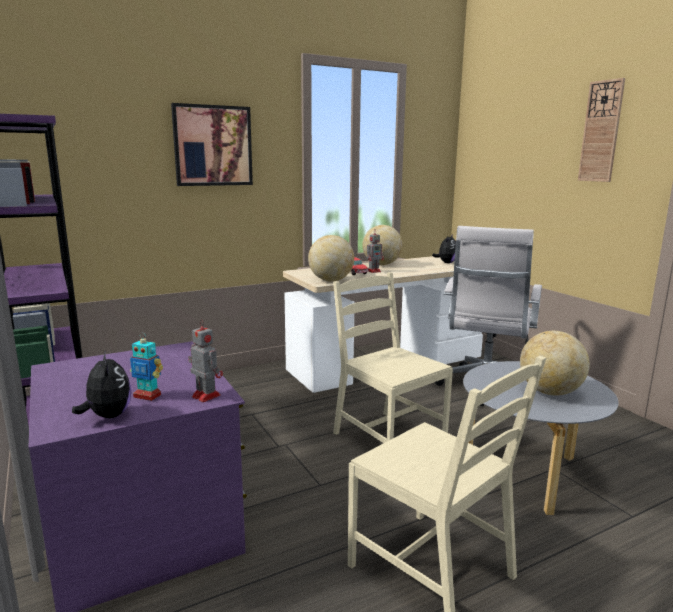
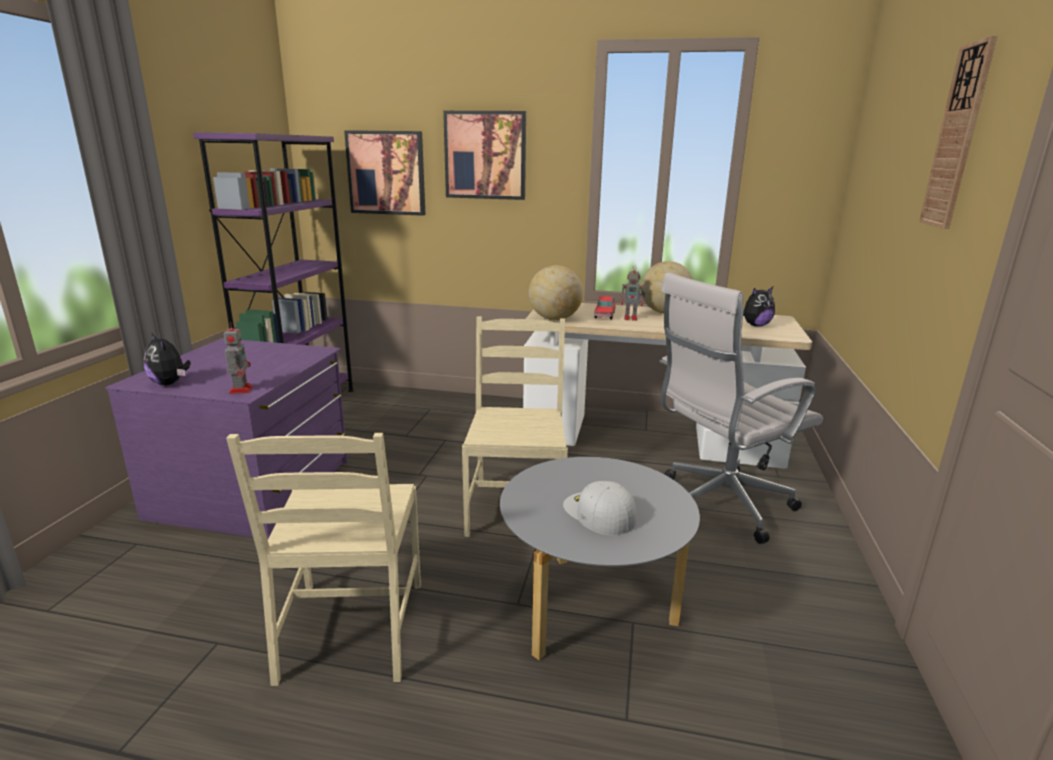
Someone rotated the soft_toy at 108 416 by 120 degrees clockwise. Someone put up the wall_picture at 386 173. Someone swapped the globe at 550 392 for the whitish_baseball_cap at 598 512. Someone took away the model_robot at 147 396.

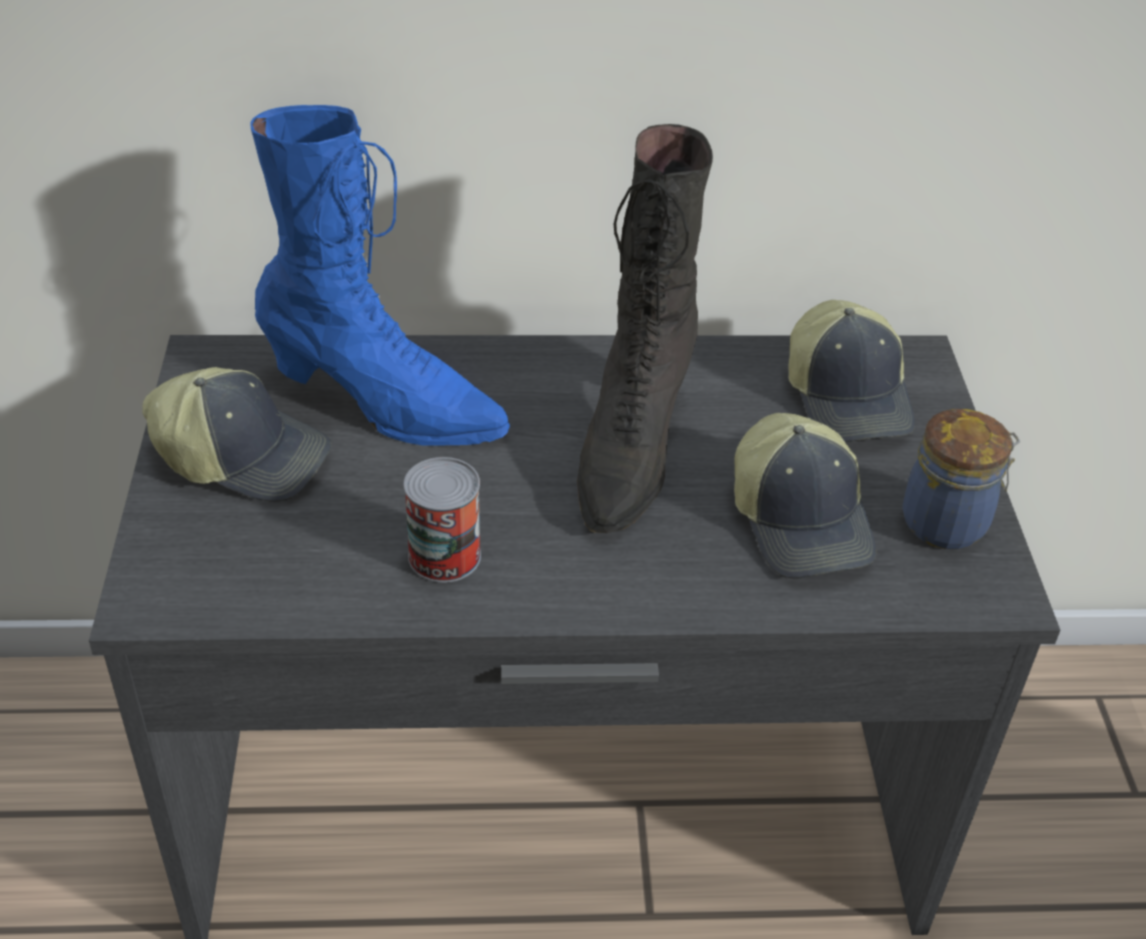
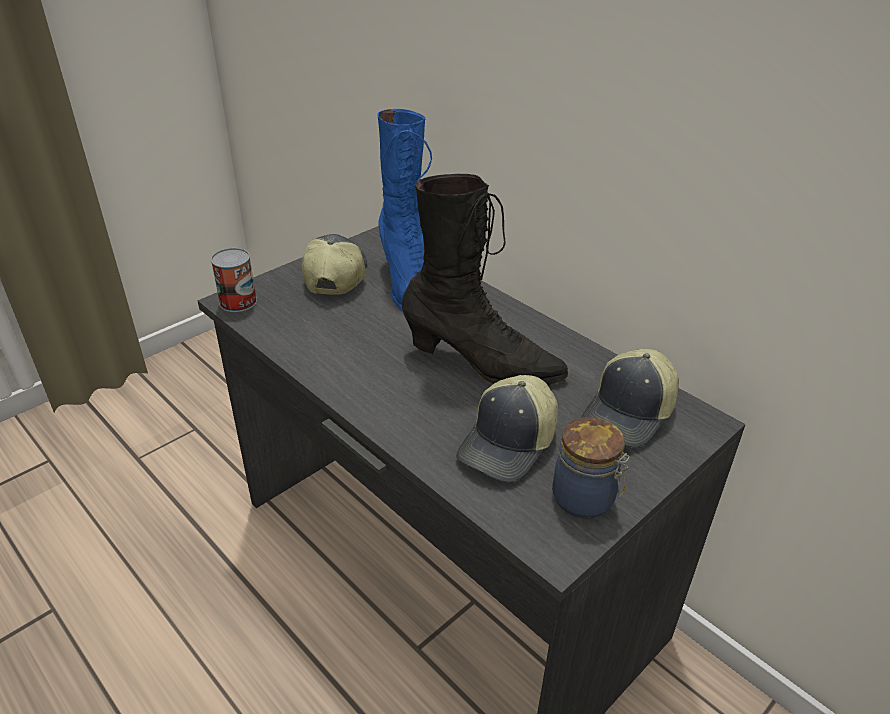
Someone carried the sealed_can from 444 556 to 238 301. Someone rotated the baseball_cap at 244 456 by 150 degrees counterclockwise. Someone rotated the black-coloured_boot at 631 448 by 135 degrees counterclockwise.

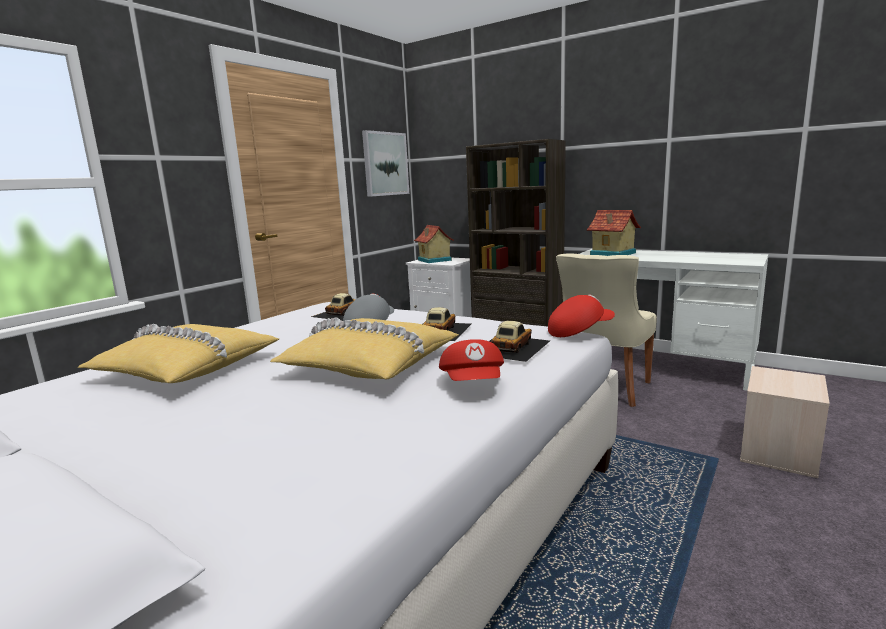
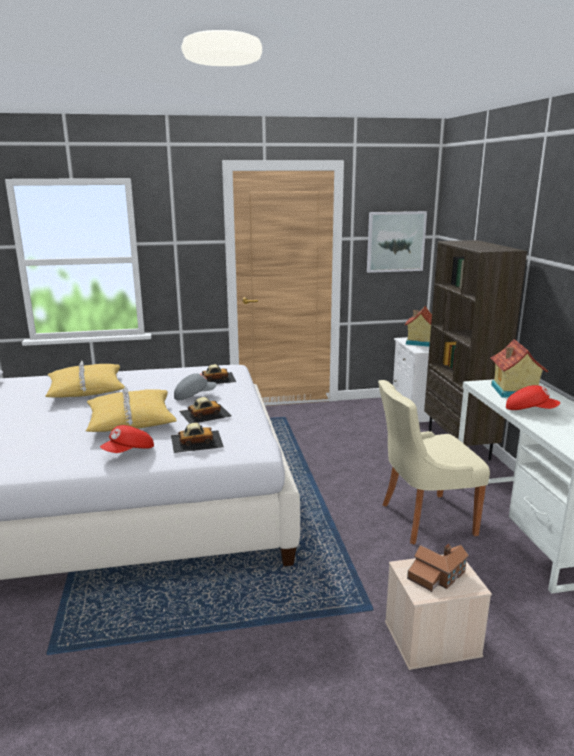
Someone put down the miniature_house at 436 575. Someone carried the red_baseball_cap from 579 331 to 530 410.

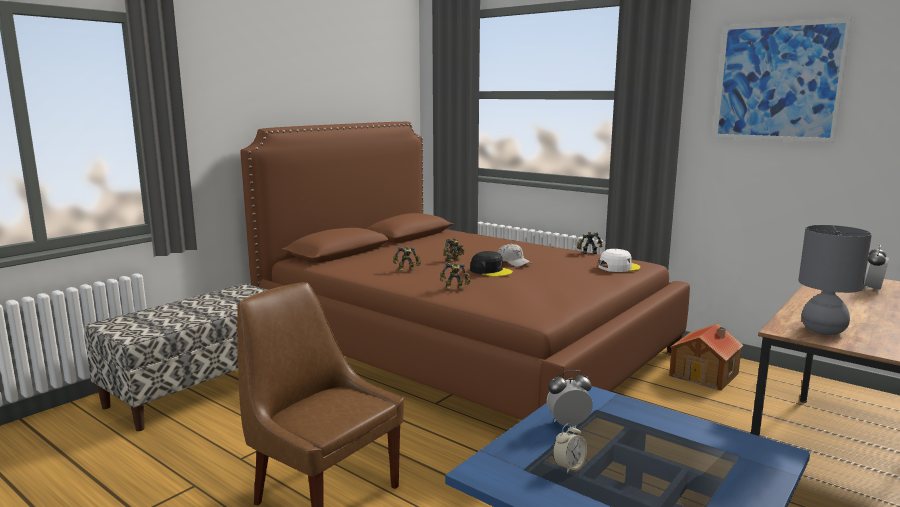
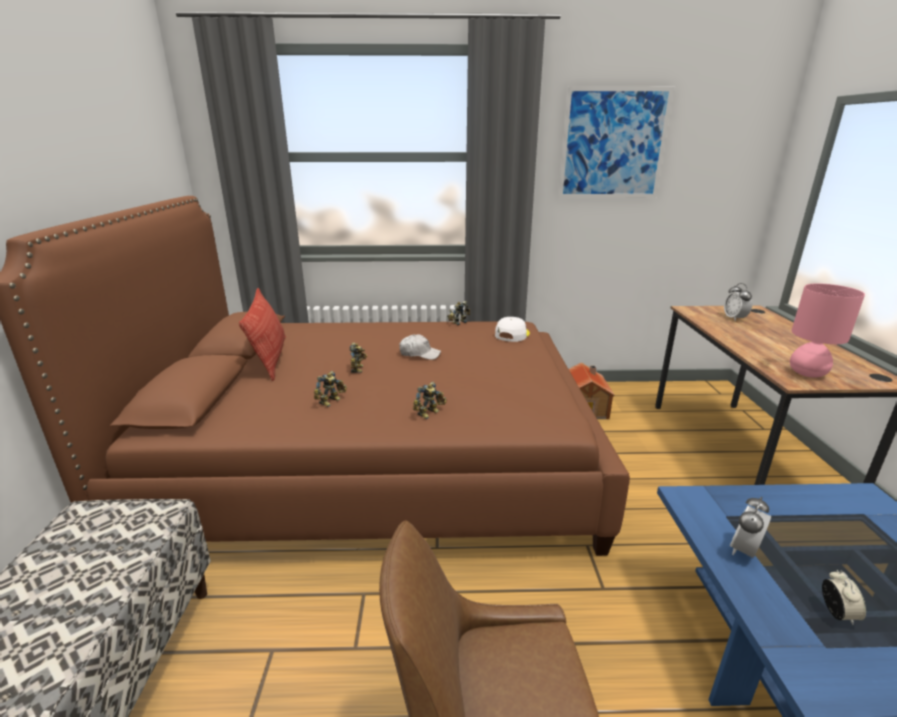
Someone put down the throw_pillow at 270 357. Someone repainted the greyish_tabletop_lamp at 822 330, which became the pink_tabletop_lamp at 806 373. Someone took away the black-coloured_baseball_cap at 490 271.

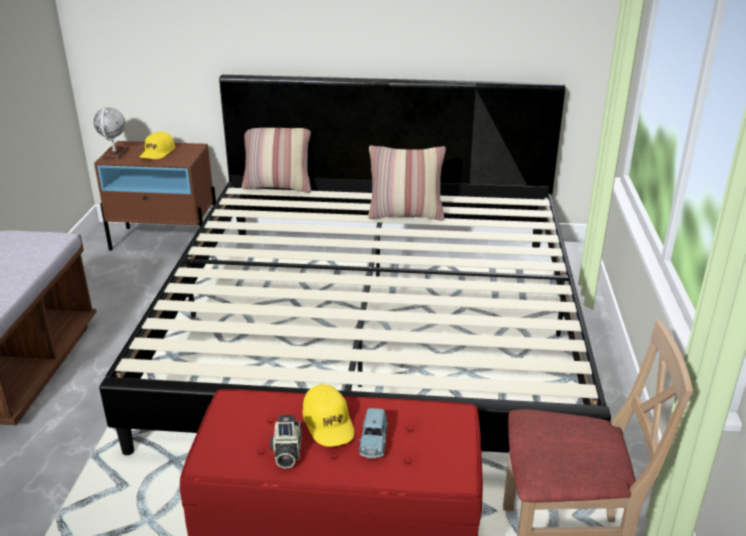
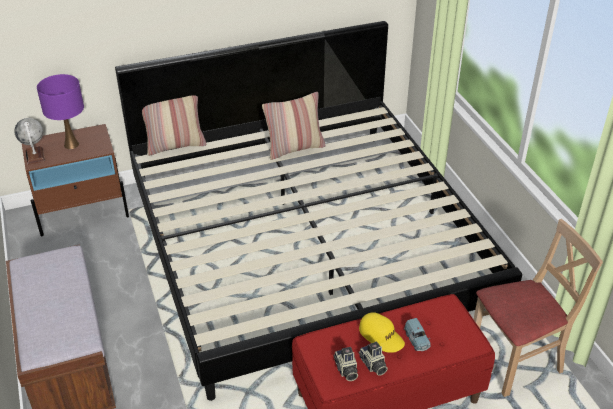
Someone swapped the yellow-coloured_baseball_cap at 157 152 for the purple_tabletop_lamp at 71 144. Someone put down the photo_camera at 346 370.

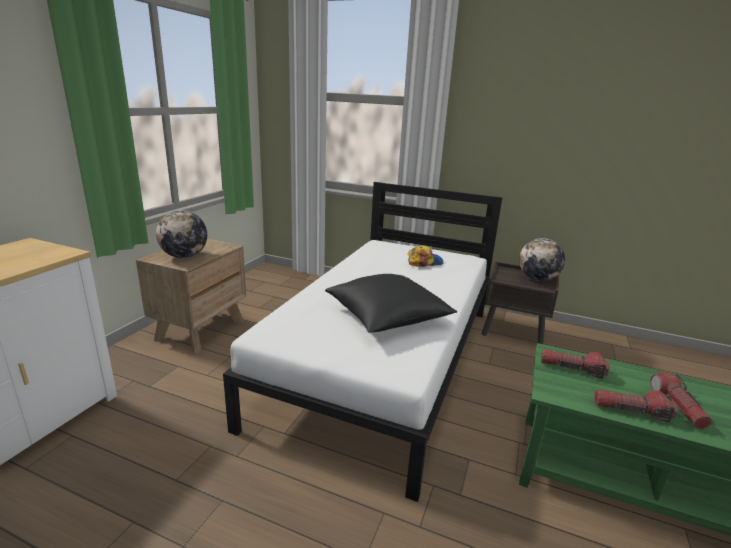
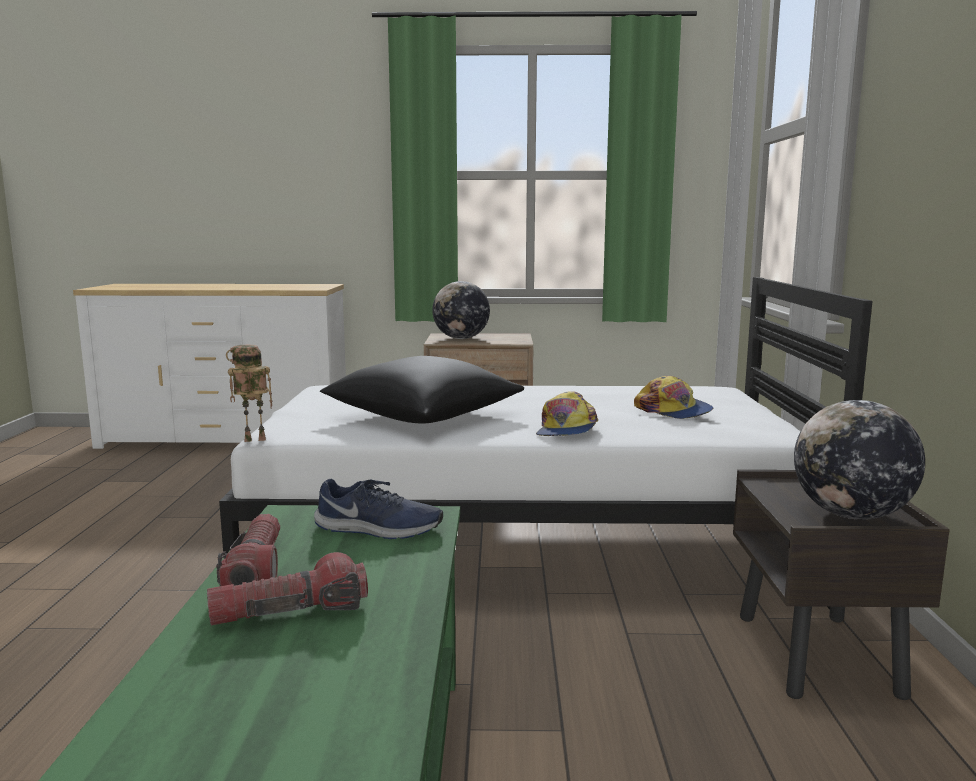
Someone put down the model_robot at 253 441. Someone swapped the hand_torch at 572 369 for the blue-coloured_item_of_footwear at 378 529. Someone put down the baseball_cap at 566 429.

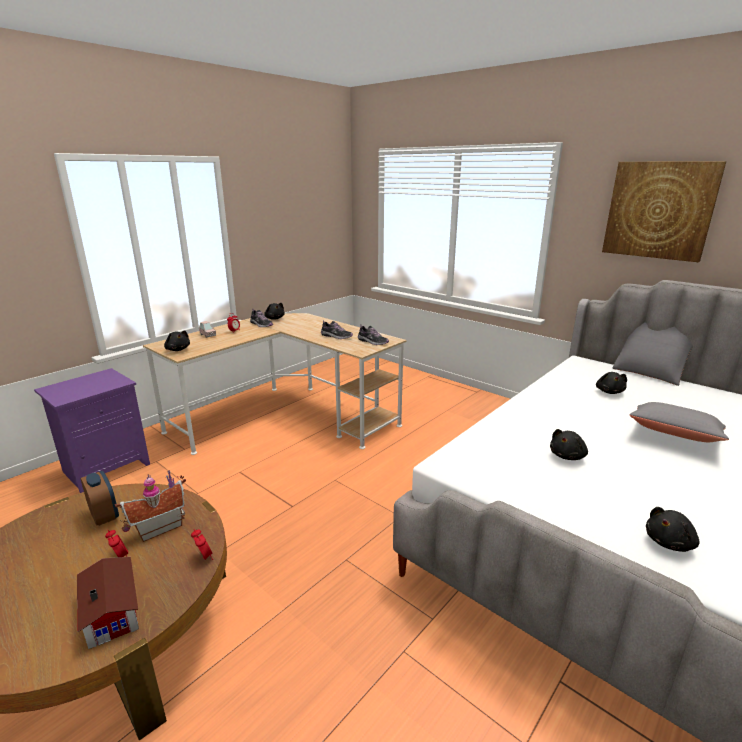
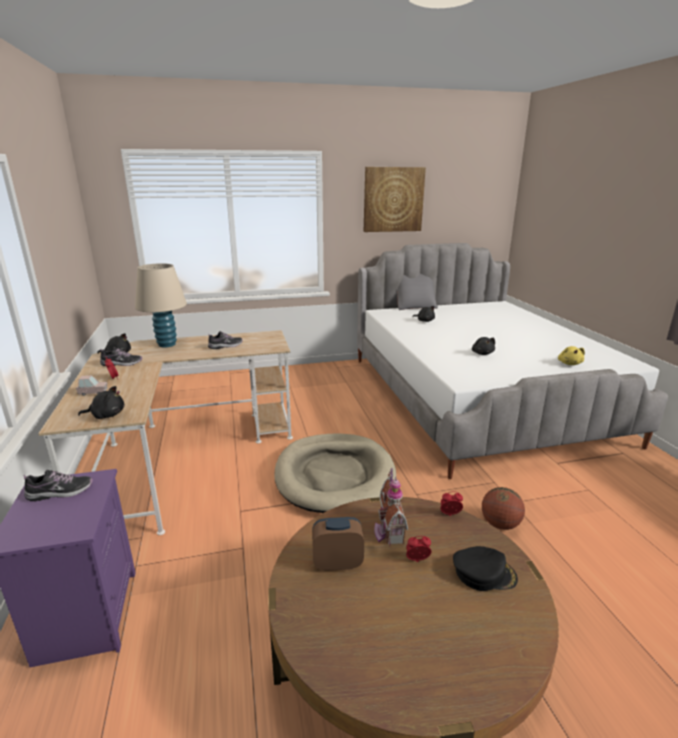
Someone carried the item_of_footwear from 372 342 to 60 492. Someone put down the beige_tabletop_lamp at 167 344. Someone put down the beige_dog_cushion at 335 476. Someone swapped the miniature_house at 113 608 for the black-coloured_baseball_cap at 484 573. Someone put down the basketball at 500 524. Someone repainted the black-coloured_soft_toy at 670 542, which became the yellow-coloured_soft_toy at 569 363. Someone took away the greyish_throw_pillow at 674 435.

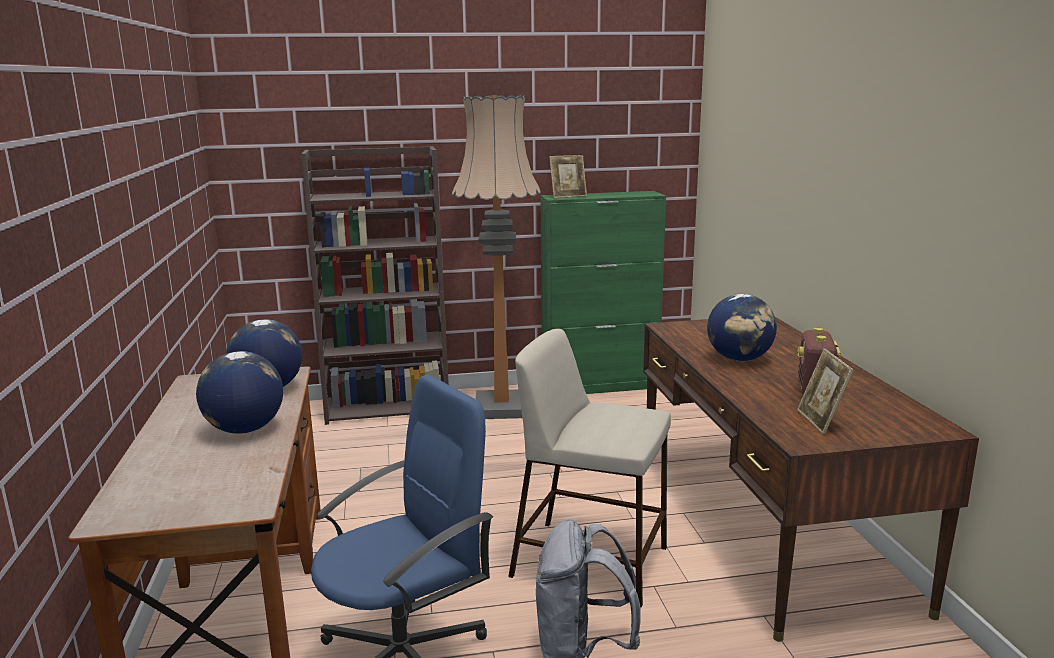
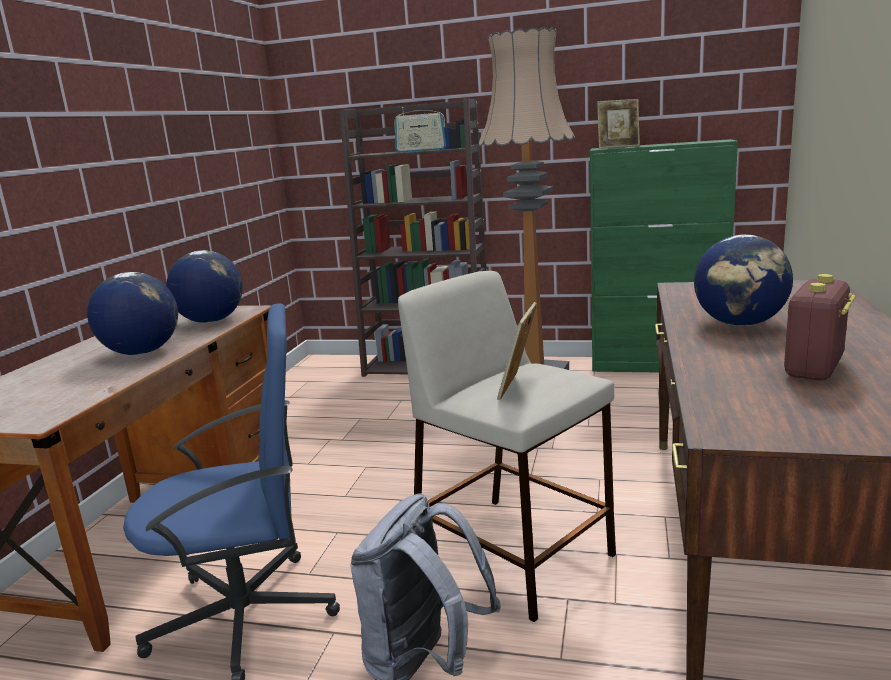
Someone put down the radio at 421 150. Someone carried the photo_frame from 820 422 to 518 387.

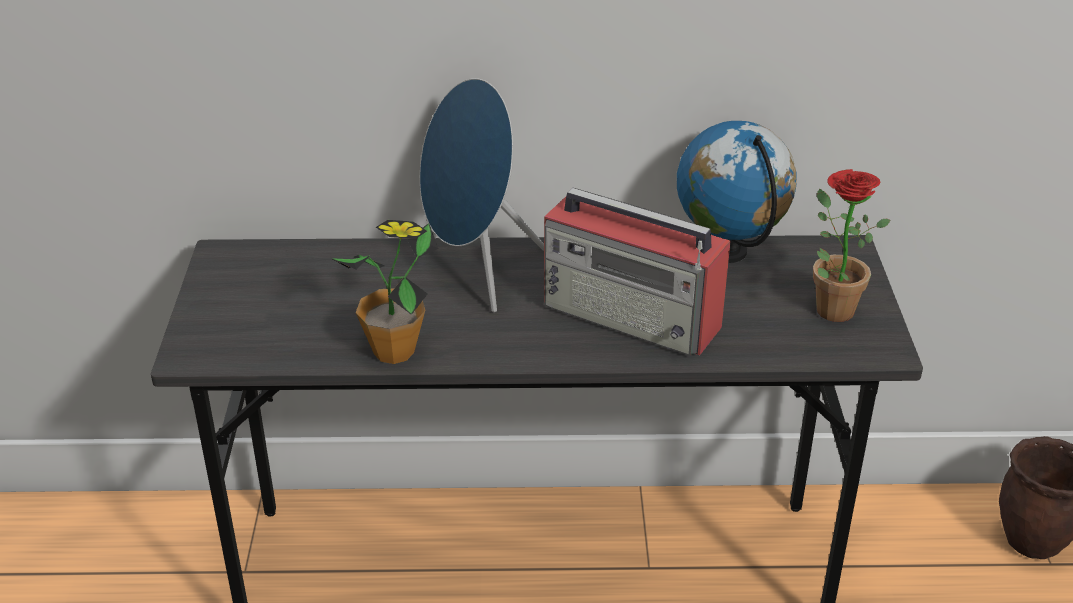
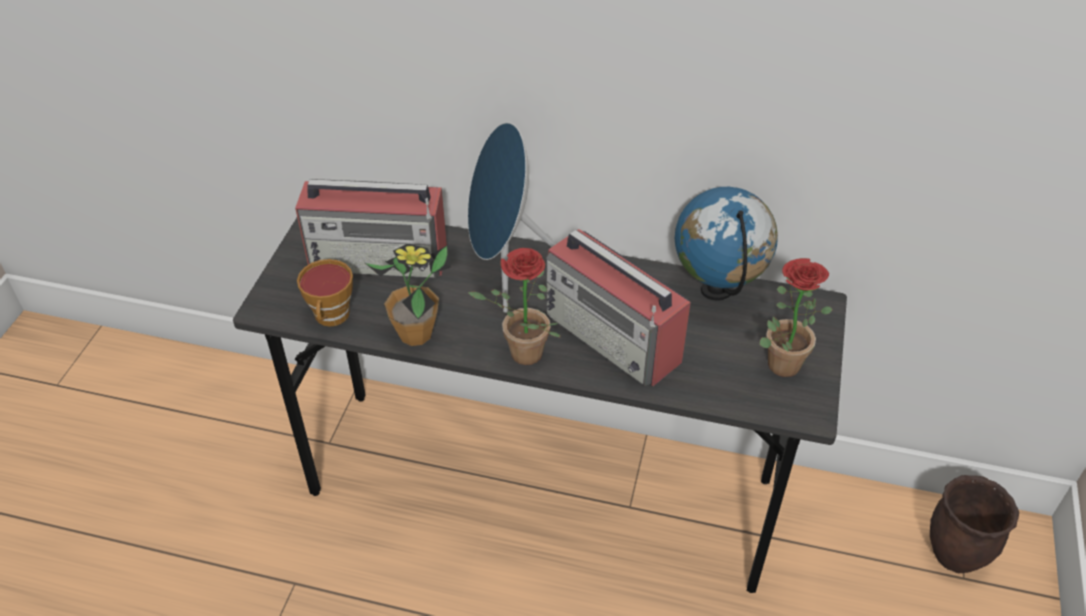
Someone put down the radio at 380 259. Someone put down the drinking_cup at 331 317. Someone put down the houseplant at 519 355.

